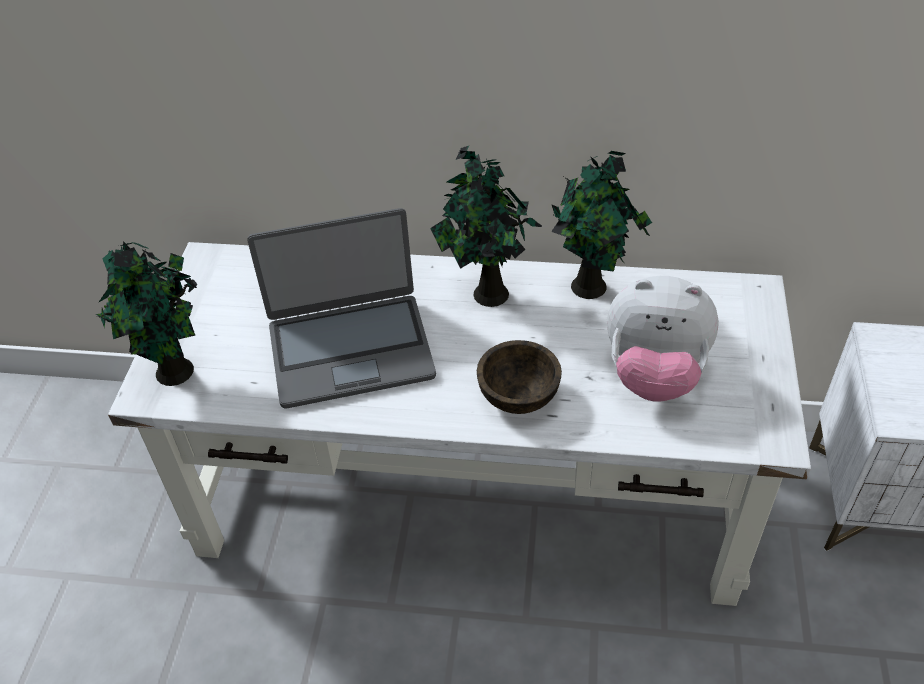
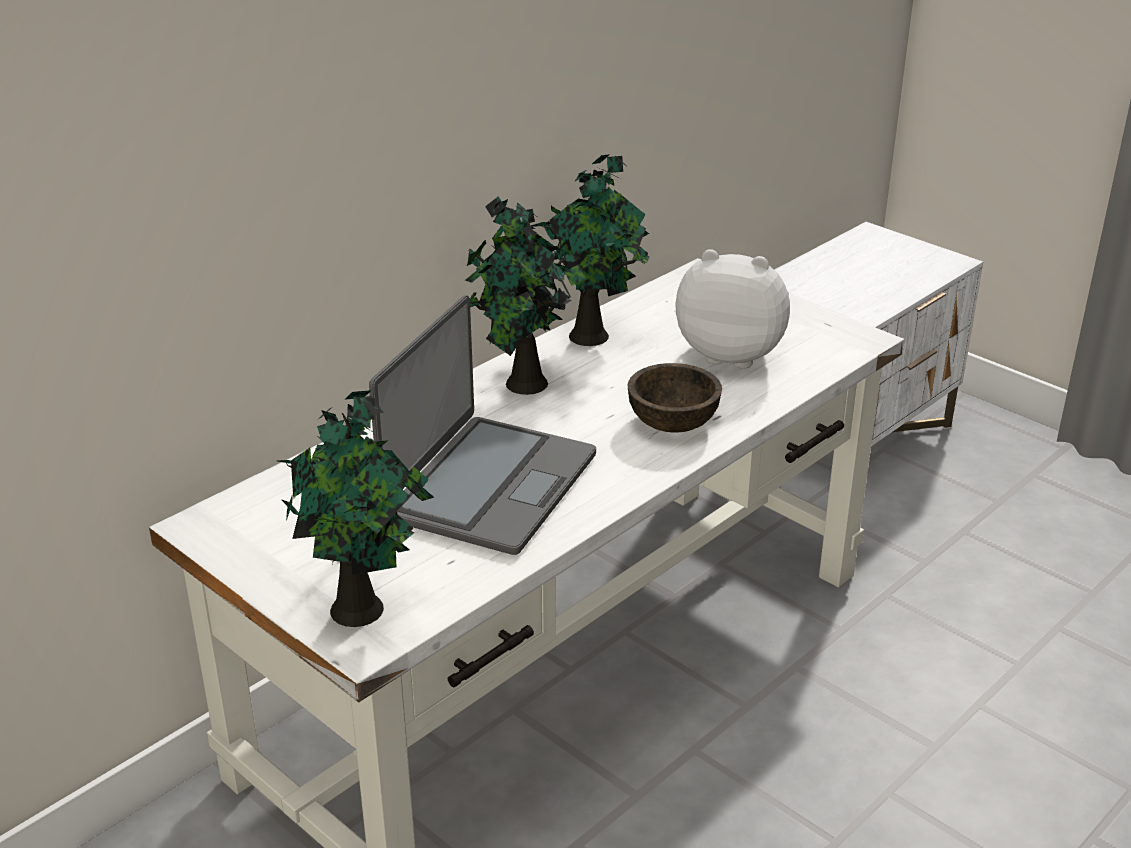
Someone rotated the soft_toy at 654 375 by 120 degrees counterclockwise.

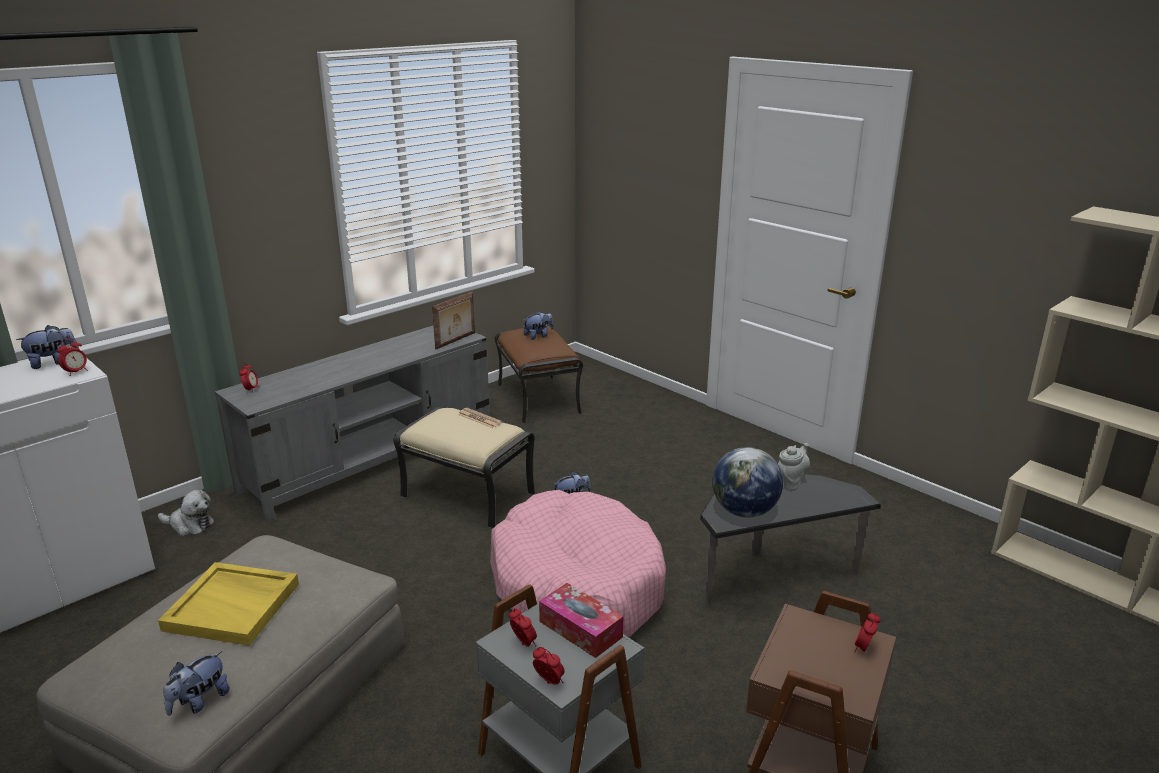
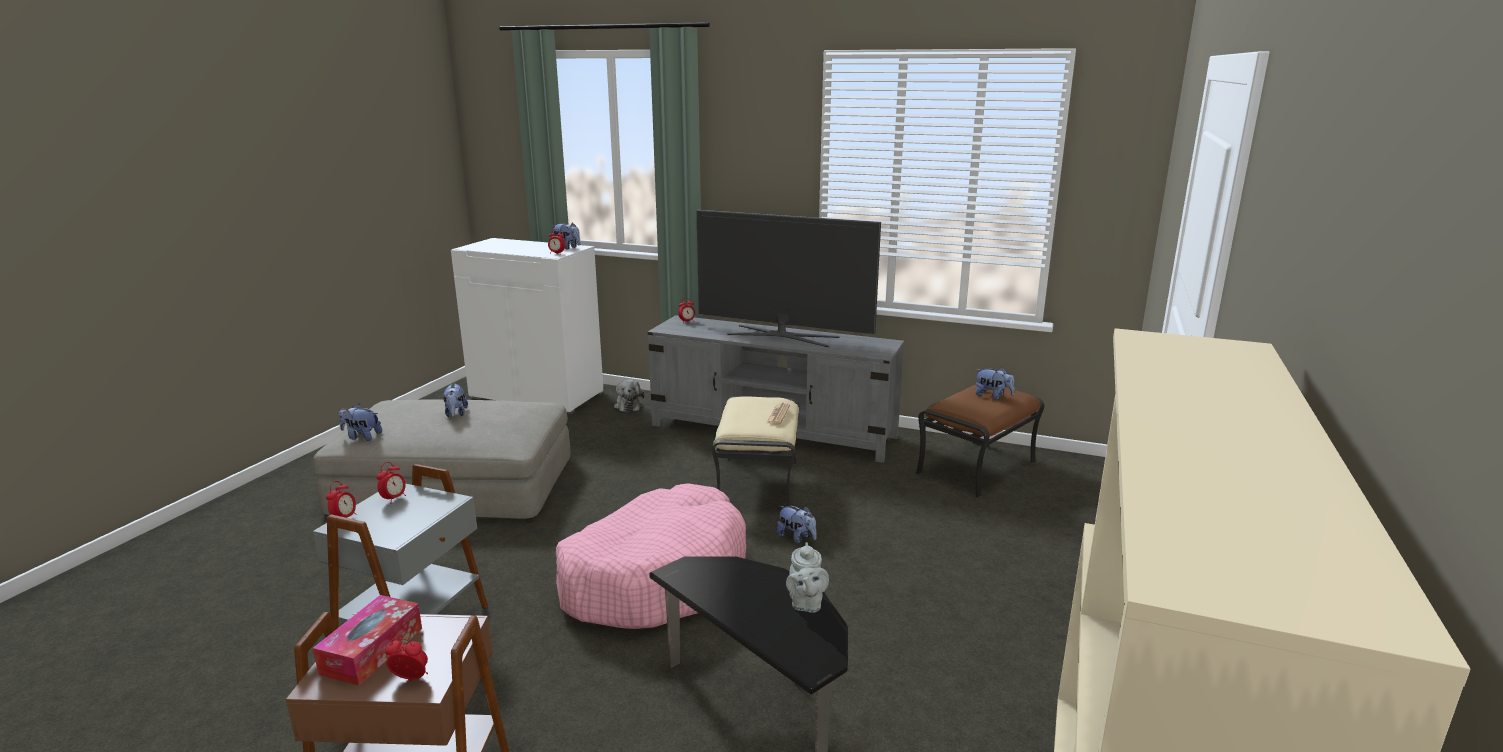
Someone carried the tissue_holder from 580 629 to 372 651. Someone swapped the yellow-coloured_serving_tray at 233 606 for the soft_toy at 456 414. Someone put down the TV_set at 783 336. Someone rotated the greyish_teapot at 791 482 by 75 degrees clockwise. Someone took away the photo_frame at 456 341. Someone took away the globe at 744 511.

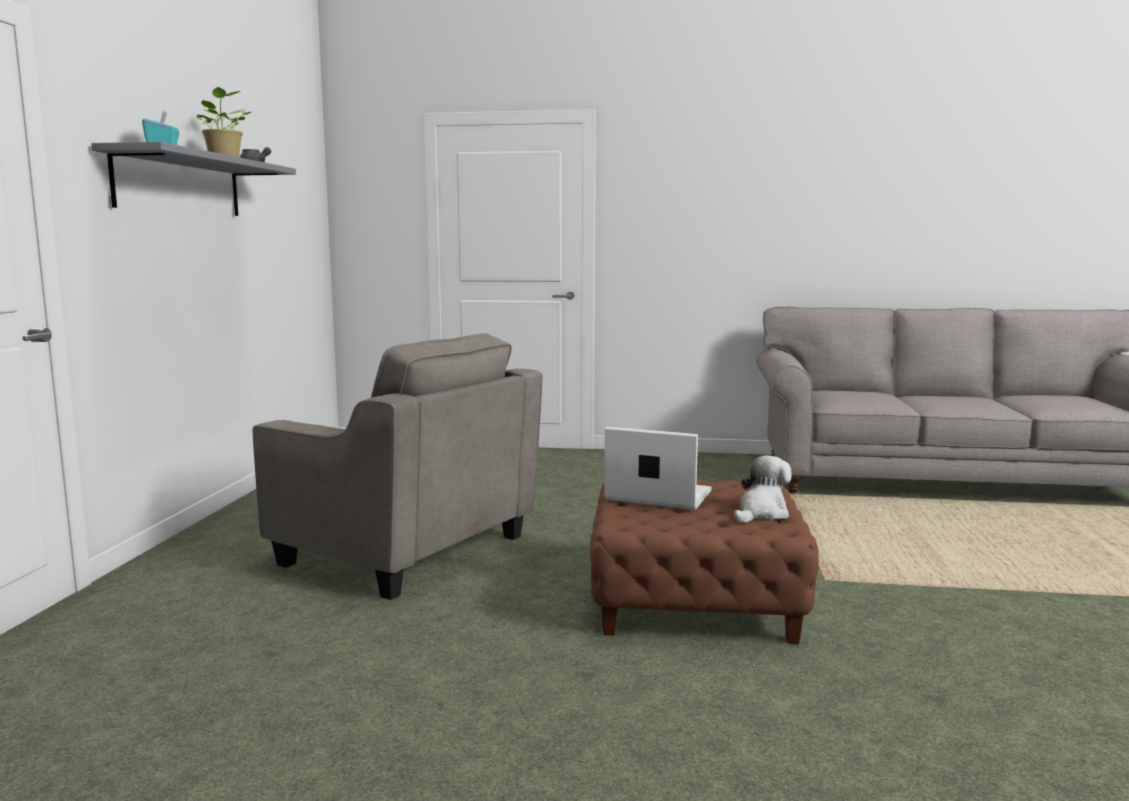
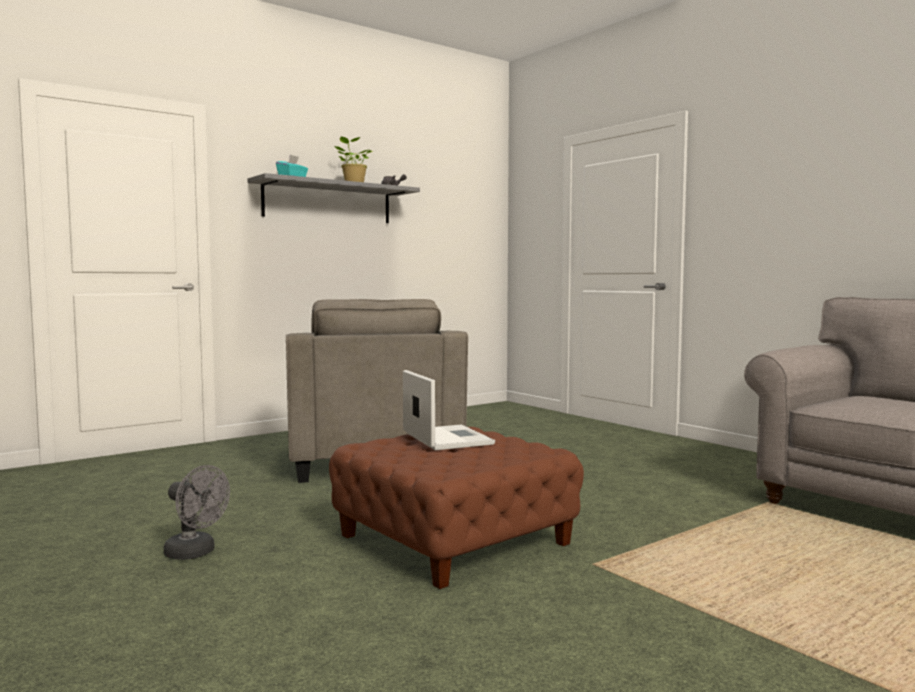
Someone put down the greyish_electric_fan at 196 553. Someone took away the soft_toy at 761 513.

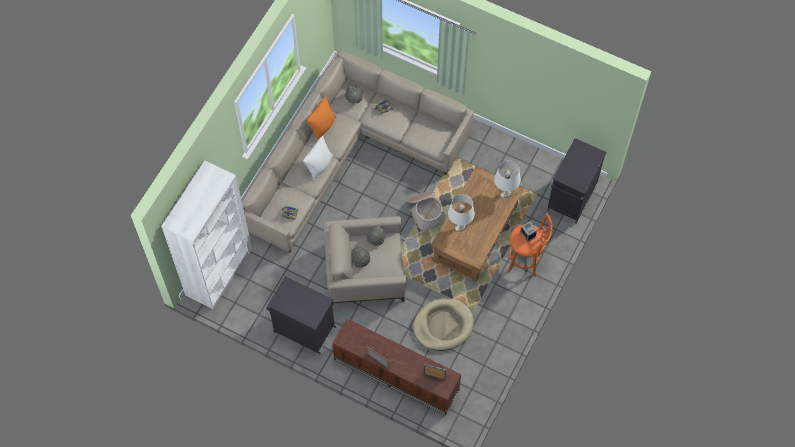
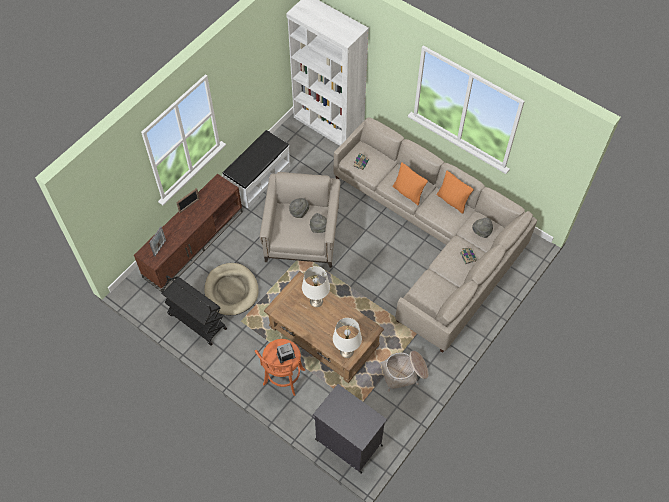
Someone put down the black-coloured_cart at 196 321. Someone swapped the black-coloured_cabinet at 303 329 for the whitish_indoor_bench at 258 179. Someone carried the storage_basket from 426 212 to 404 372. Someone repainted the whitish_throw_pillow at 319 166, which became the orange-coloured_throw_pillow at 408 193.

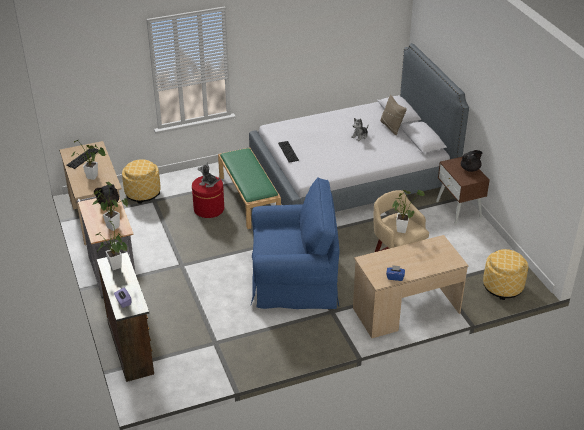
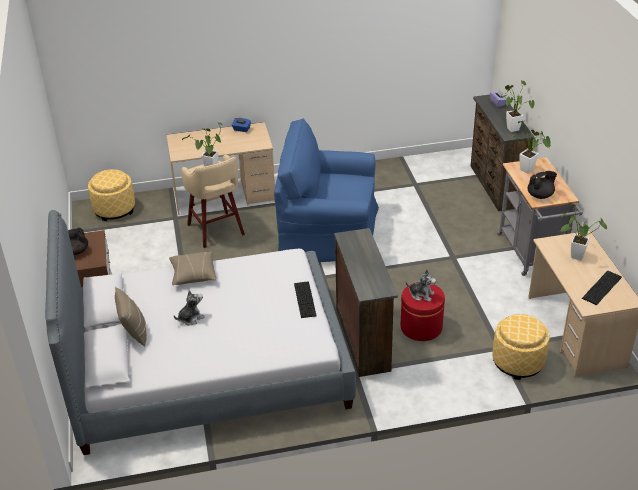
Someone put down the beige_throw_pillow at 193 274. Someone swapped the greenish_indoor_bench at 249 198 for the brown-coloured_chest_of_drawers at 364 338.

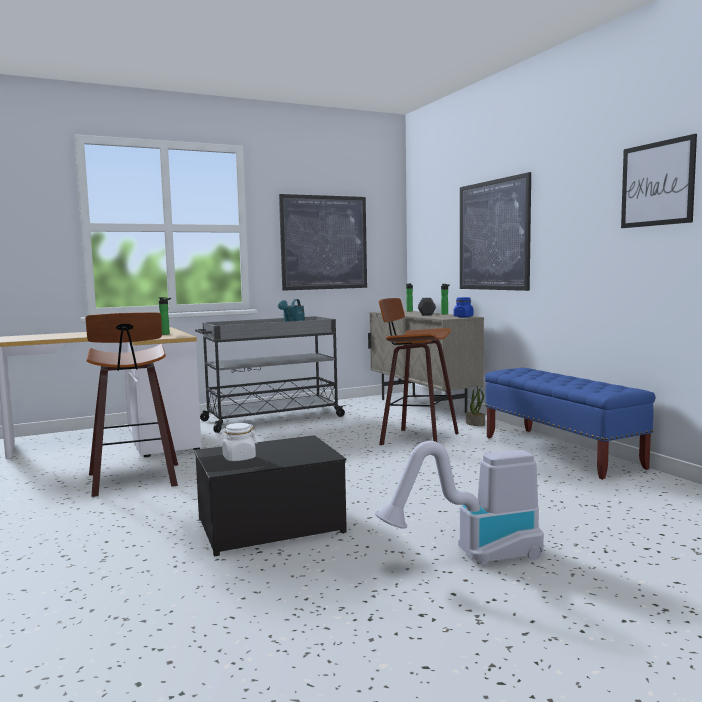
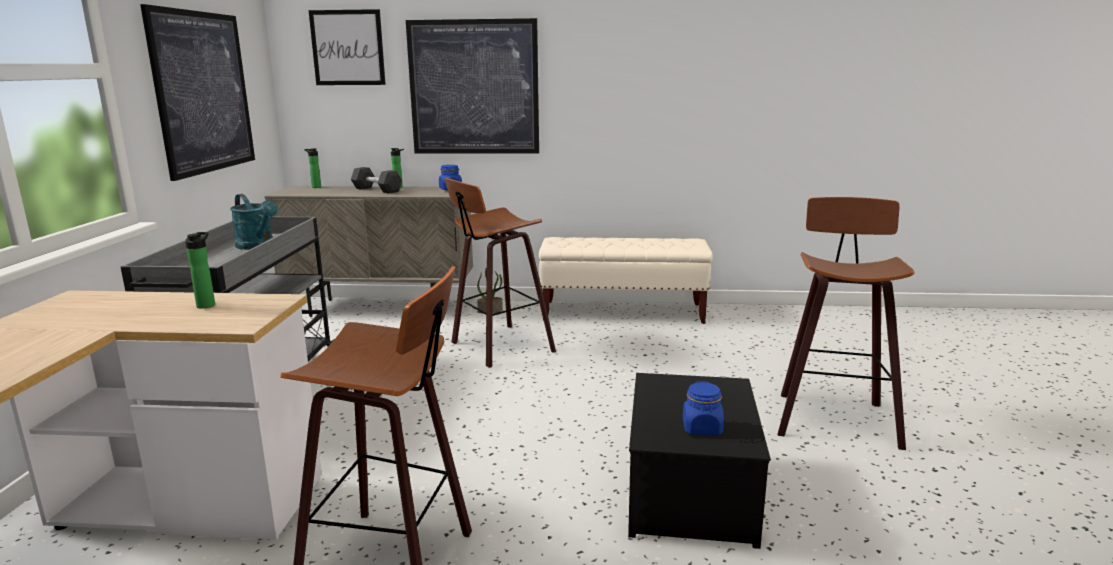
Someone carried the wall_picture from 657 184 to 347 48. Someone repainted the blue-coloured_indoor_bench at 560 452, which became the beige_indoor_bench at 623 312. Someone repainted the whitish_jar at 239 458, which became the blue-coloured_jar at 702 428. Someone swapped the vacuum at 472 557 for the stool_seat at 833 418.

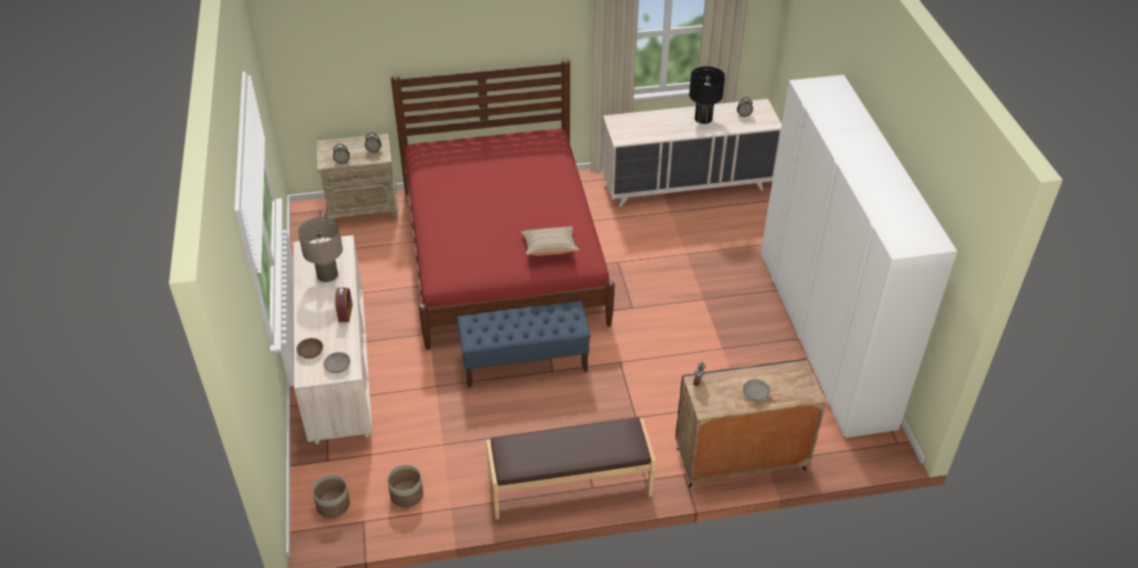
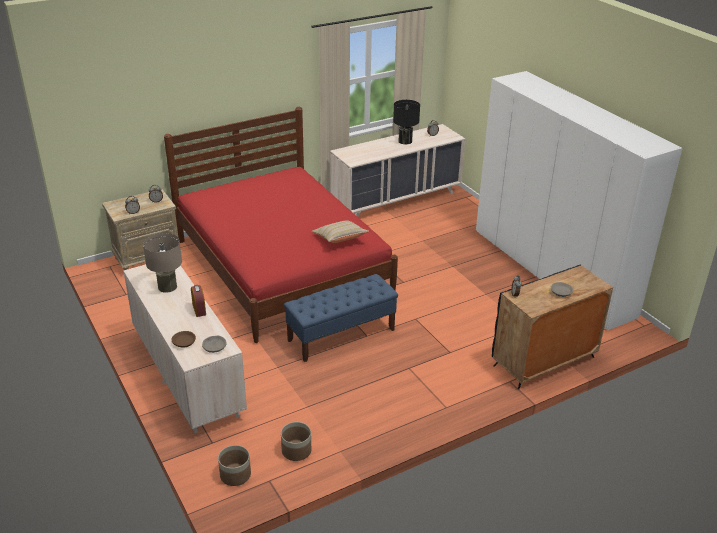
Someone took away the brown-coloured_indoor_bench at 570 486.

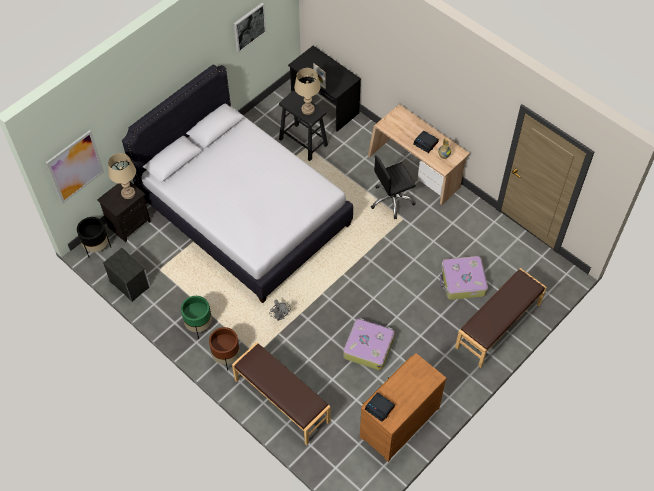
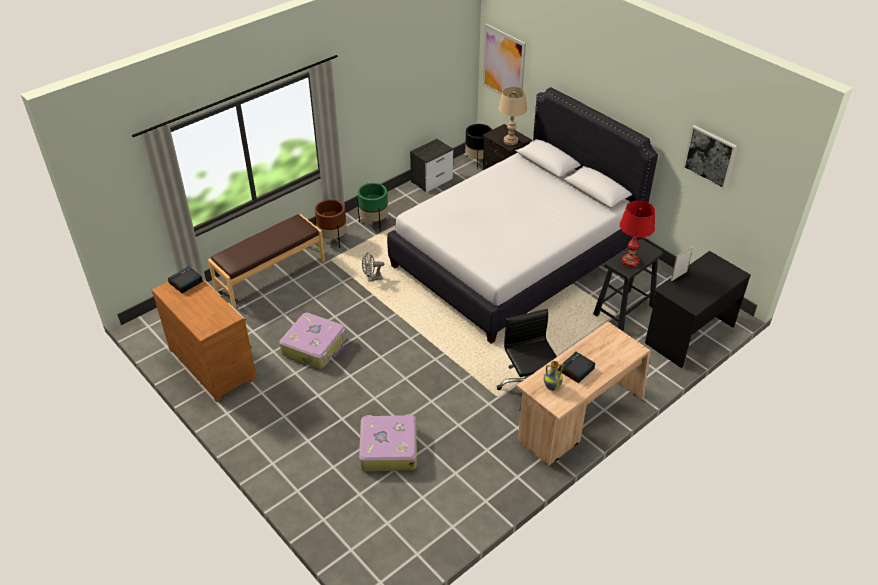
Someone repainted the beige_tabletop_lamp at 308 109, which became the red_tabletop_lamp at 630 261. Someone took away the brown-coloured_indoor_bench at 498 326.

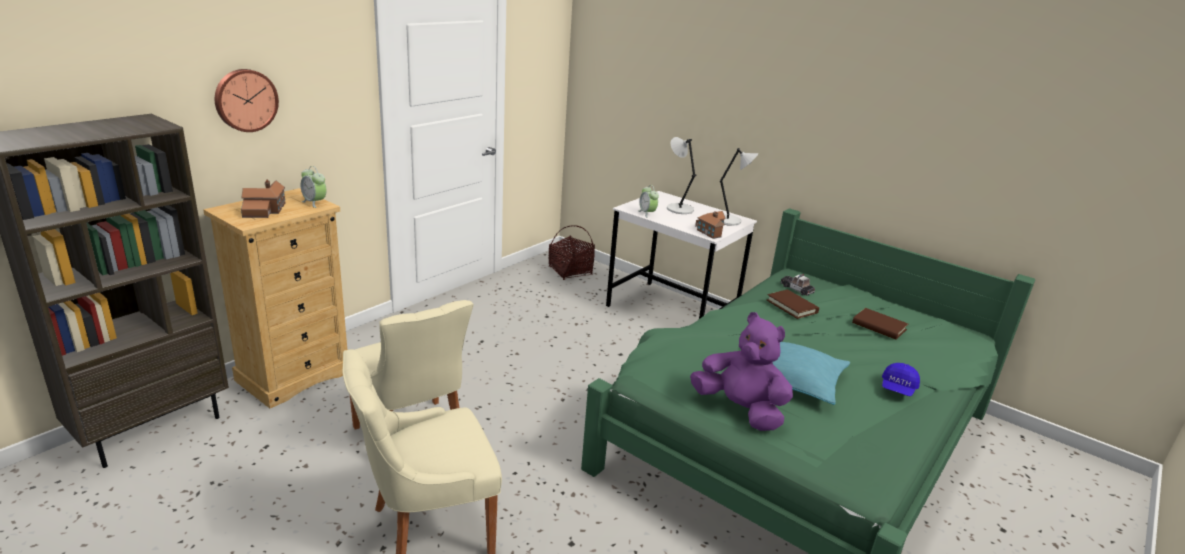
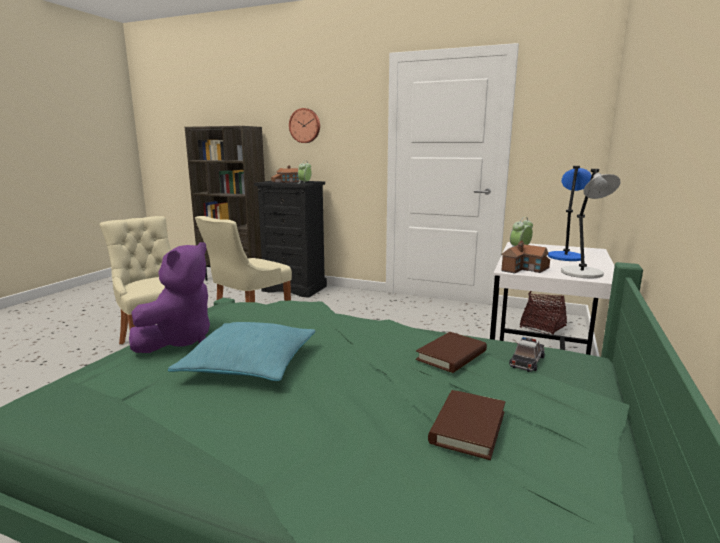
Someone repainted the beige_chest_of_drawers at 295 375, which became the black-coloured_chest_of_drawers at 295 288. Someone repainted the greyish_tabletop_lamp at 678 209, which became the blue-coloured_tabletop_lamp at 565 256. Someone took away the blue-coloured_baseball_cap at 898 389.

